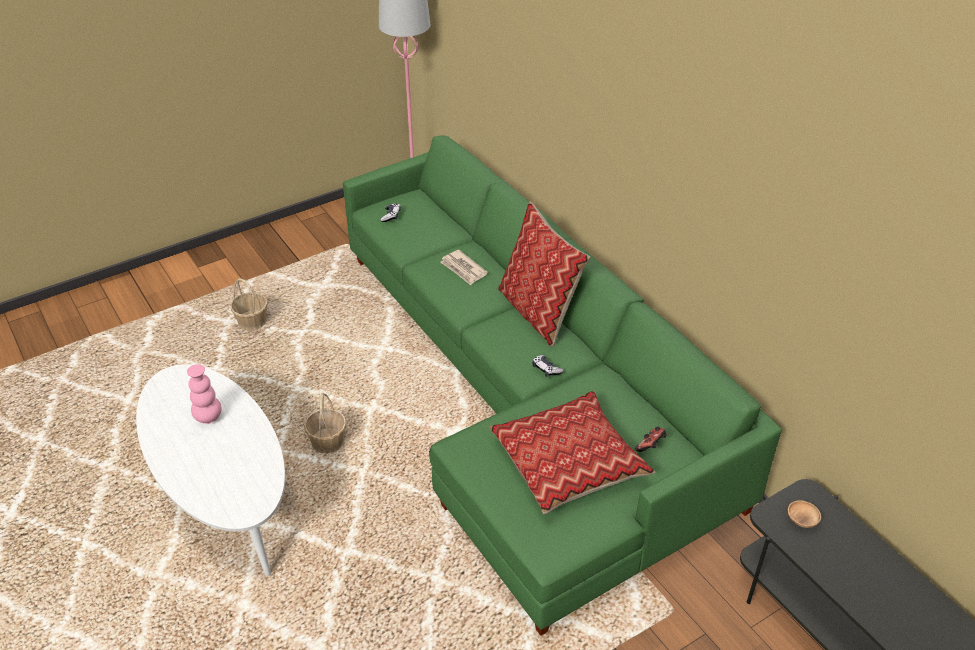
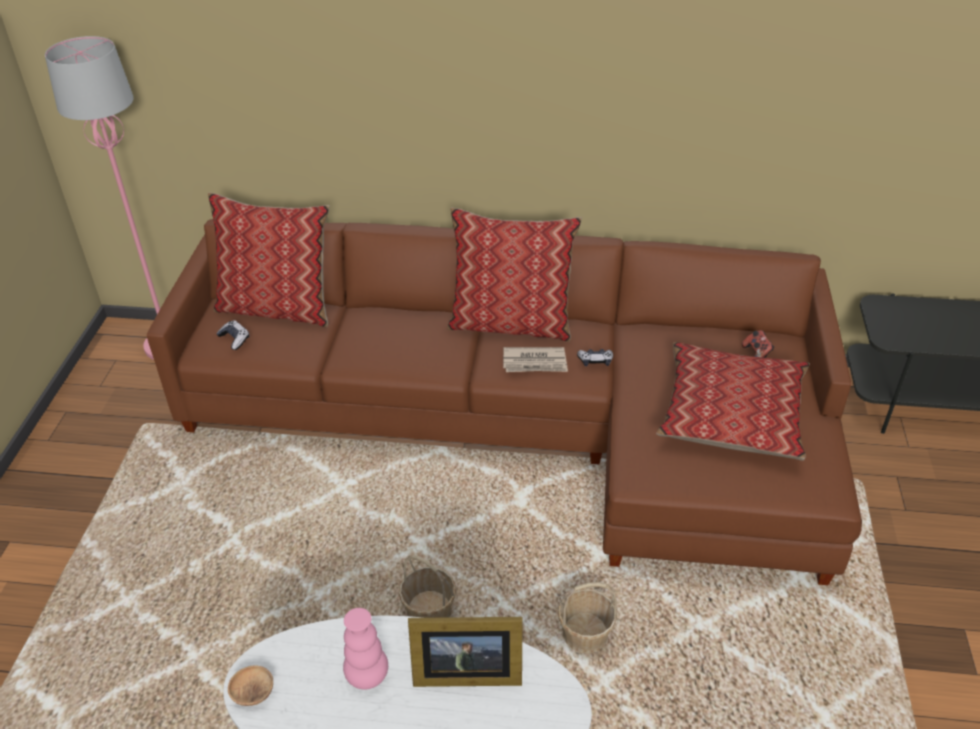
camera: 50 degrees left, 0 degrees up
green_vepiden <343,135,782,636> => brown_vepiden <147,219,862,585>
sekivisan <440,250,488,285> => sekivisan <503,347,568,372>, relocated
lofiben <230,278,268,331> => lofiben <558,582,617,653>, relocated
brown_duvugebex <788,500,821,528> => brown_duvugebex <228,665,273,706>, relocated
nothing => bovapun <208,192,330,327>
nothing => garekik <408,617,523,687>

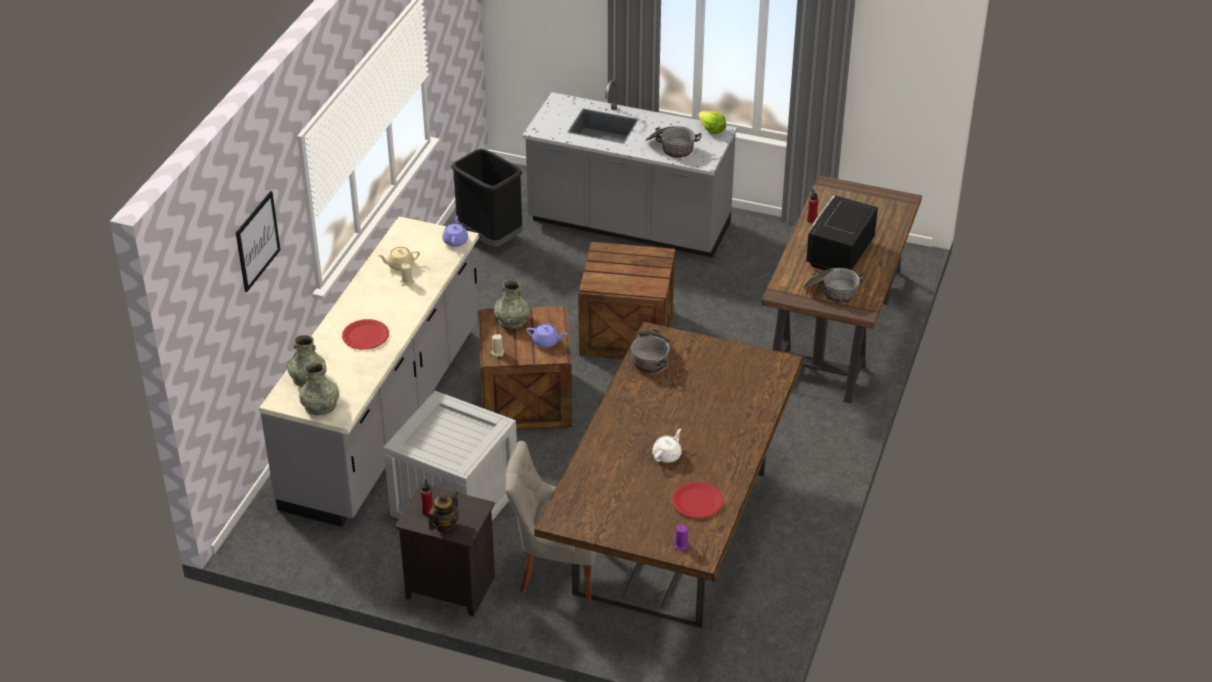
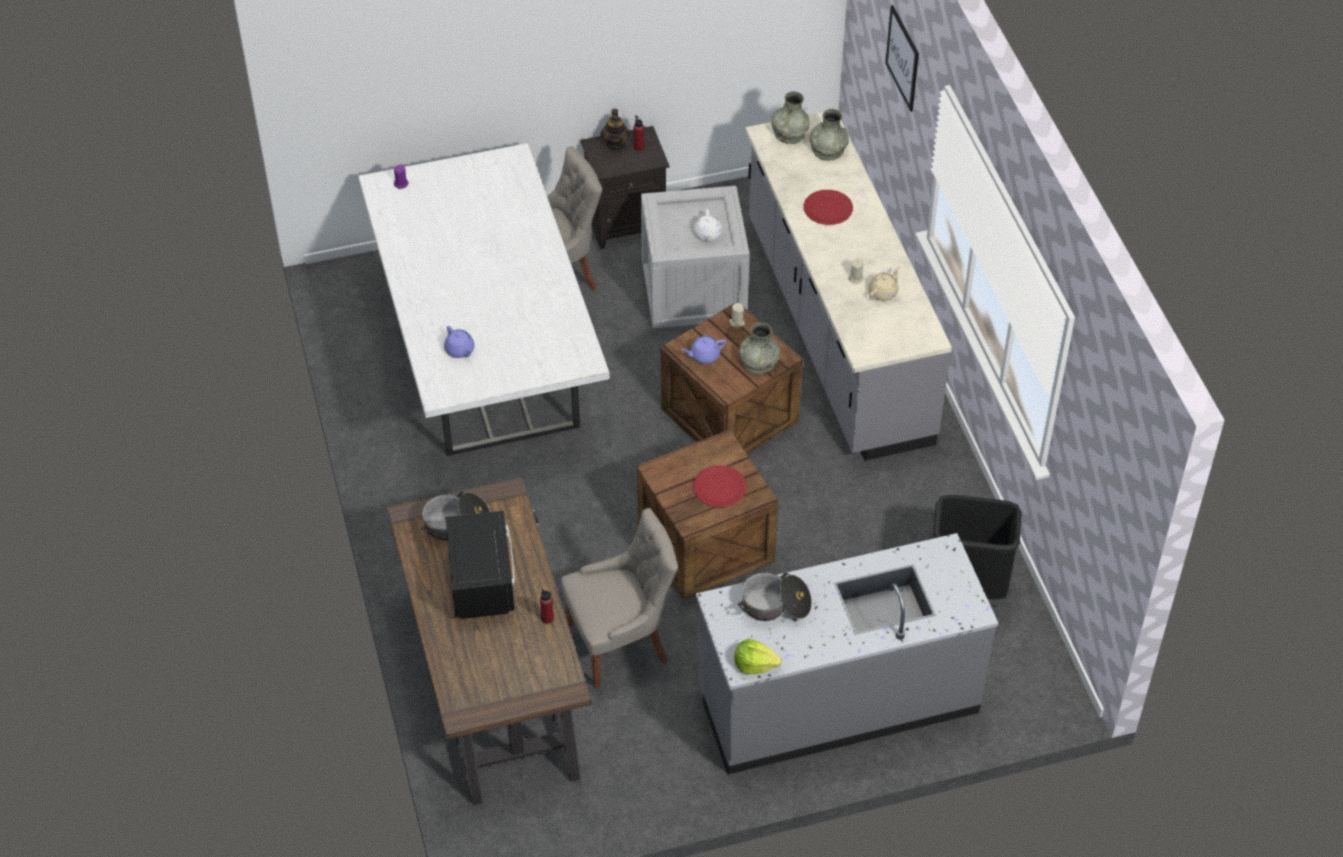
camera: 145 degrees right, 10 degrees up
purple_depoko <442,216,468,247> => purple_depoko <444,326,474,358>, relocated
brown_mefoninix <534,322,804,628> => white_mefoninix <358,143,610,456>
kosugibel <631,330,671,373> => nothing
white_depoko <652,429,682,463> => white_depoko <694,209,722,242>, relocated
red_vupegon <672,482,723,518> => red_vupegon <693,465,746,507>, relocated
nothing => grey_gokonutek <561,508,678,689>

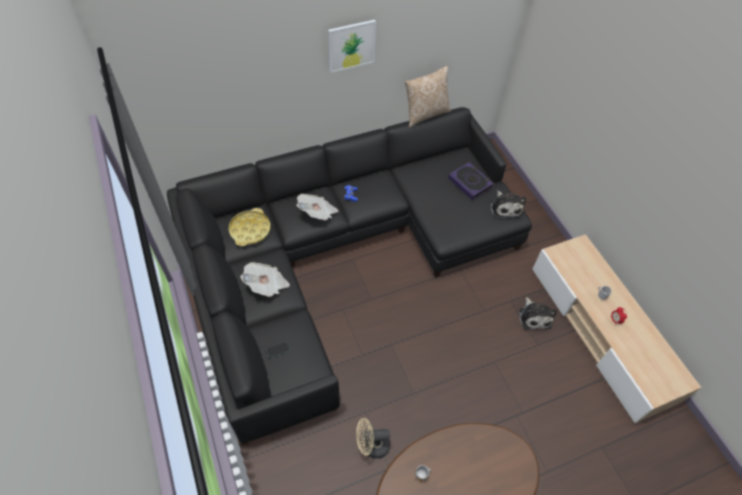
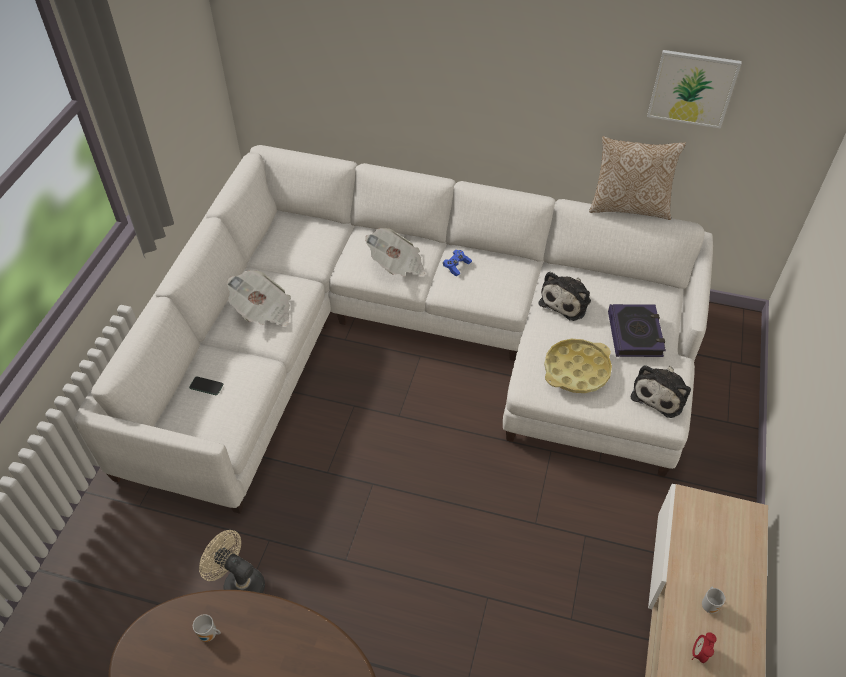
camera: 40 degrees right, 5 degrees down
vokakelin <328,20,376,73> => vokakelin <647,50,742,129>, relocated
black_vepiden <167,107,532,445> => white_vepiden <74,145,713,514>
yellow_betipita <229,208,271,247> => yellow_betipita <544,339,612,393>, relocated
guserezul <519,297,557,330> => guserezul <539,271,591,321>, relocated

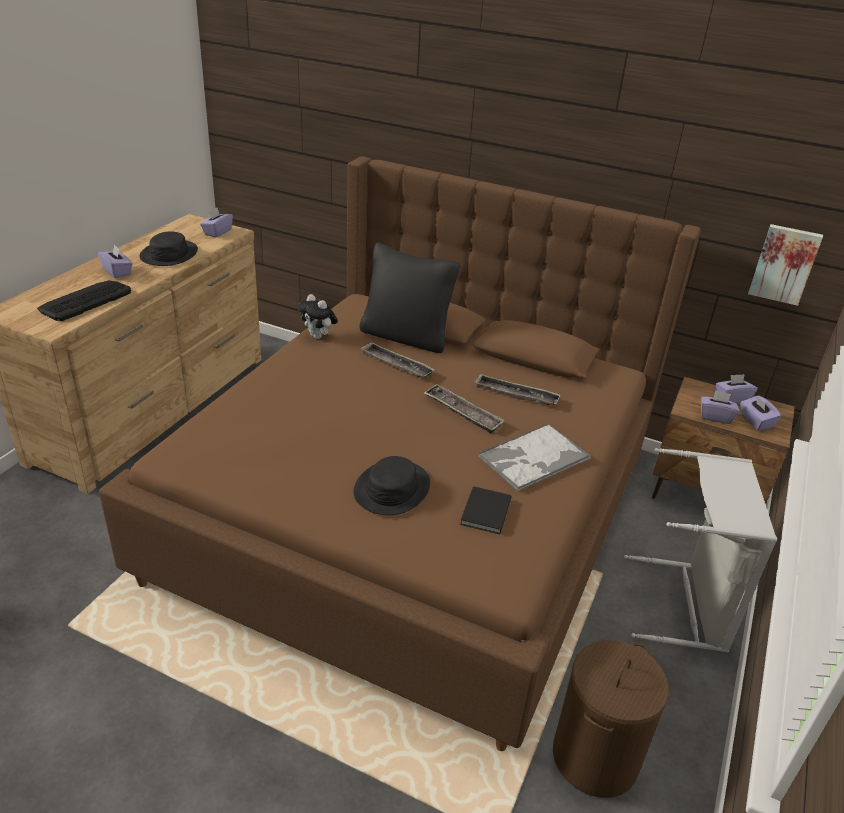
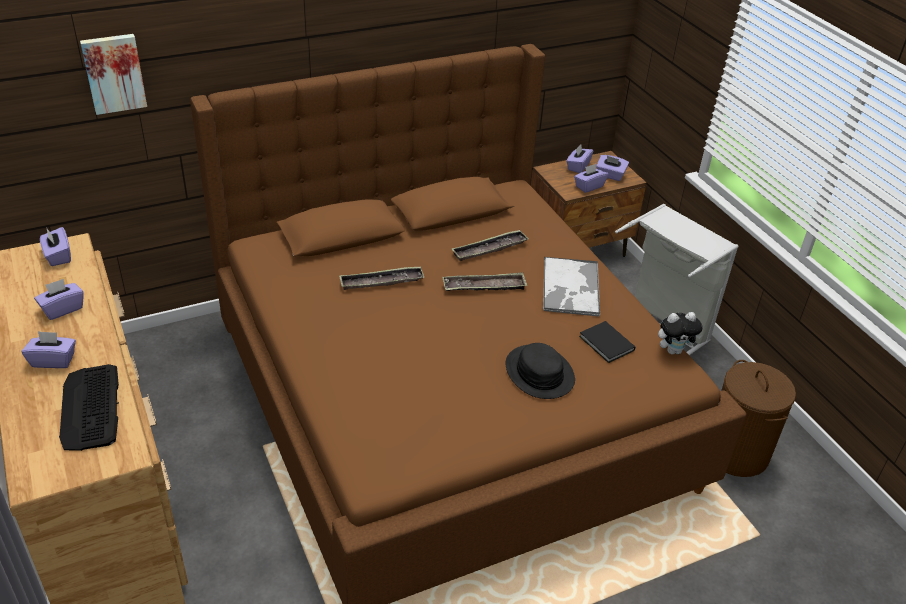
camera: 50 degrees left, 5 degrees up
vokakelin <748,224,823,306> => vokakelin <80,34,147,115>, relocated
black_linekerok <139,232,198,266> => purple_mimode <34,279,84,320>
black_bovapun <359,242,460,353> => nothing
guserezul <298,294,338,339> => guserezul <658,312,703,354>, relocated

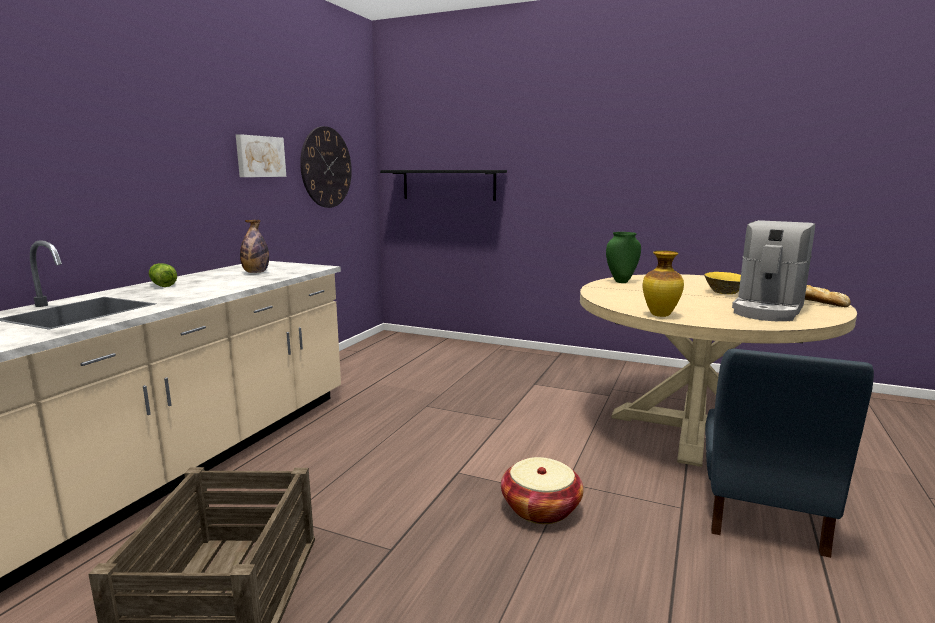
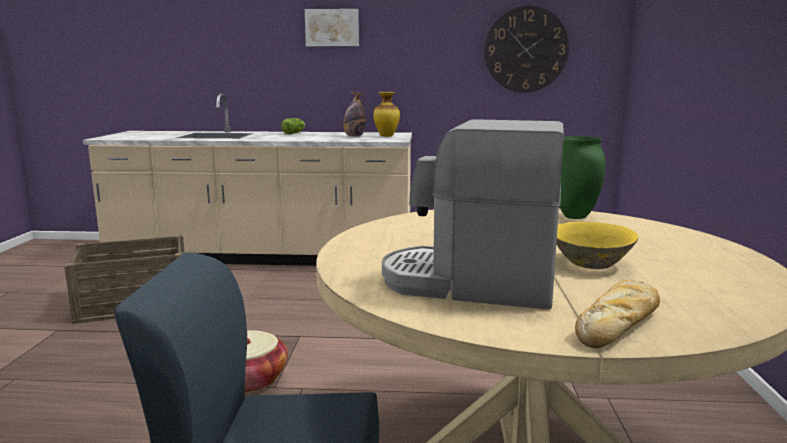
camera: 70 degrees right, 0 degrees up
vokakelin <236,134,286,177> => vokakelin <305,9,359,46>, relocated
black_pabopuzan <380,170,507,201> => nothing
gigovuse <642,251,684,317> => gigovuse <373,92,400,137>, relocated

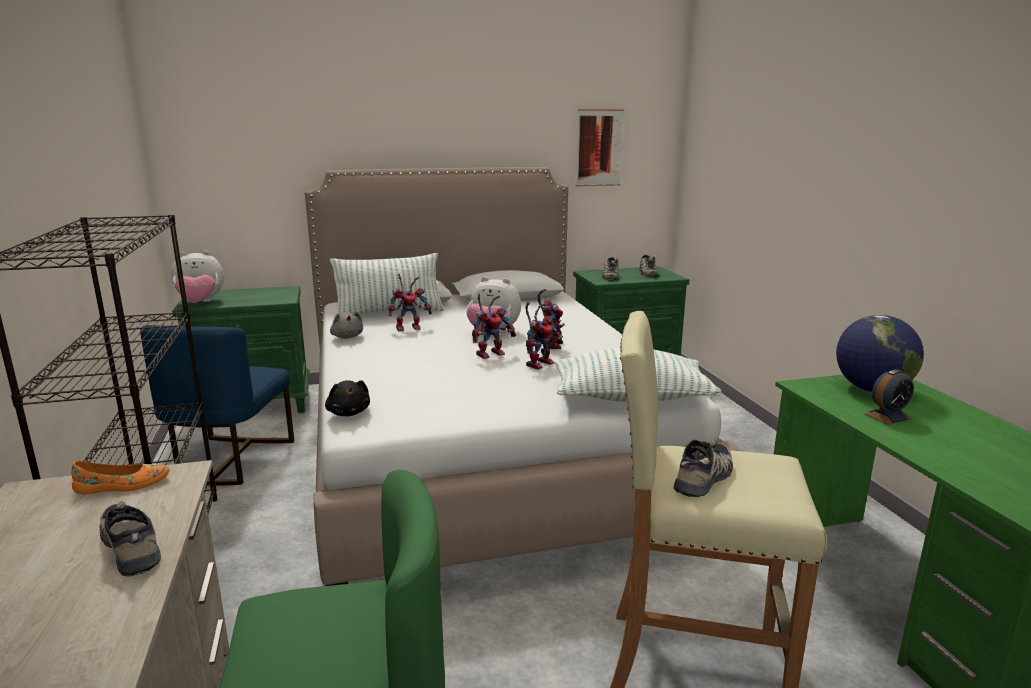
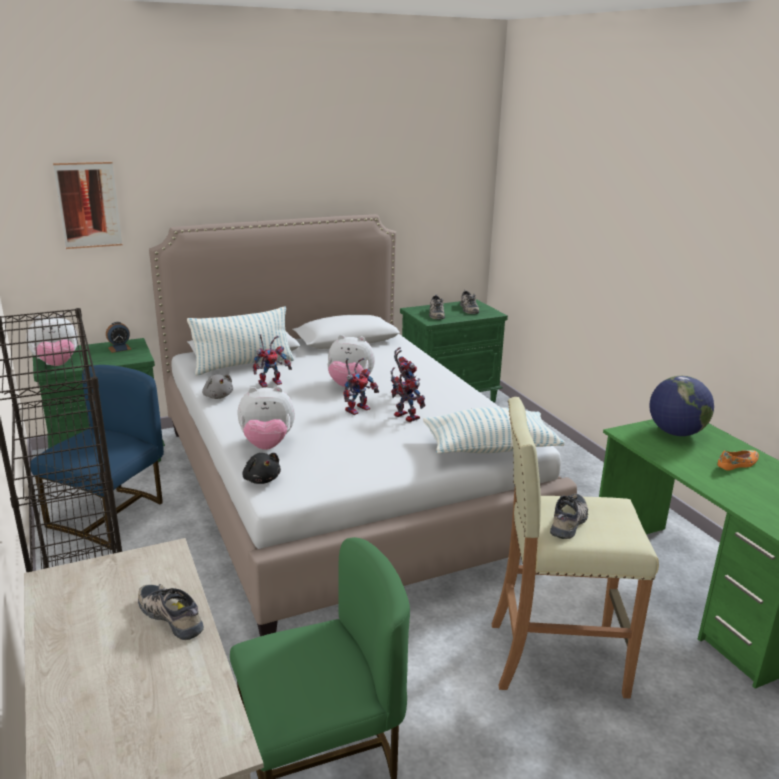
camera: 10 degrees left, 5 degrees up
vokakelin <576,109,624,186> => vokakelin <53,162,122,249>, relocated
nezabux <525,302,563,370> => nezabux <391,367,425,422>, 75 degrees counterclockwise
blue_gokonutek <140,325,294,486> => blue_gokonutek <31,365,164,548>, 150 degrees counterclockwise
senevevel <864,369,914,425> => senevevel <106,322,131,353>, relocated
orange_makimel <71,461,170,494> => orange_makimel <718,450,759,471>, relocated
nothing => guserezul <237,386,295,450>

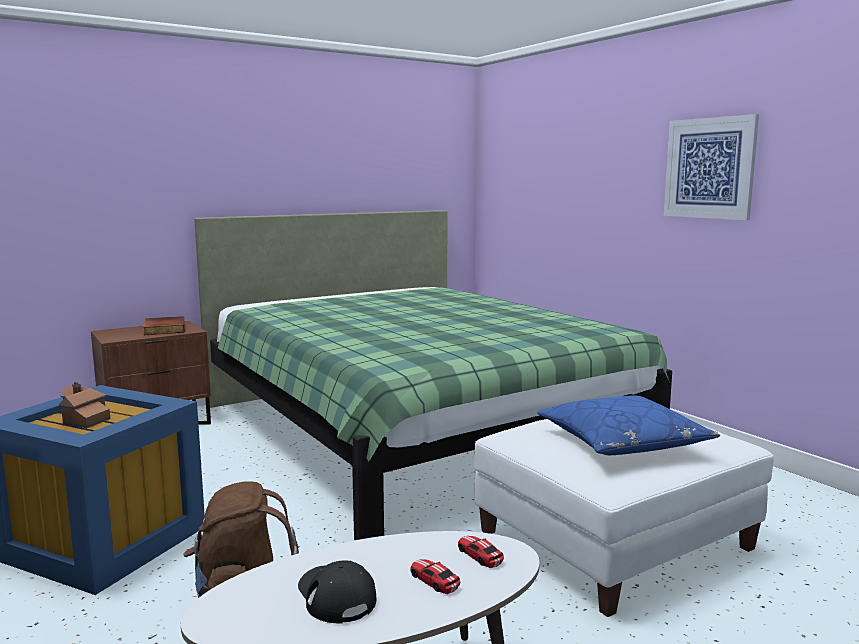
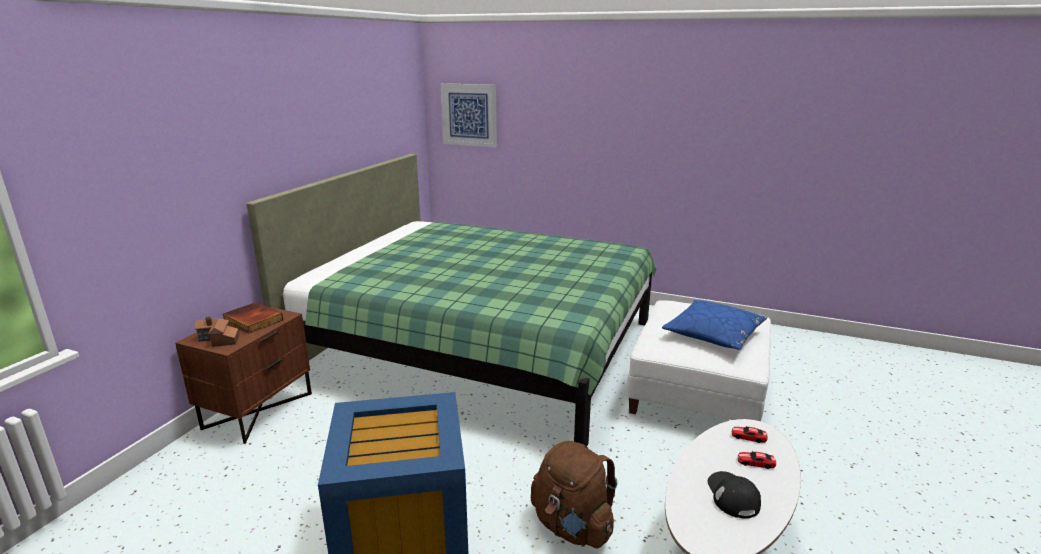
camera: 35 degrees left, 10 degrees up
vokakelin <663,114,759,220> => vokakelin <441,83,497,148>, relocated
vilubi <59,382,110,428> => vilubi <195,316,240,347>, relocated
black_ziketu <298,560,376,623> => black_ziketu <708,471,761,519>, 60 degrees clockwise

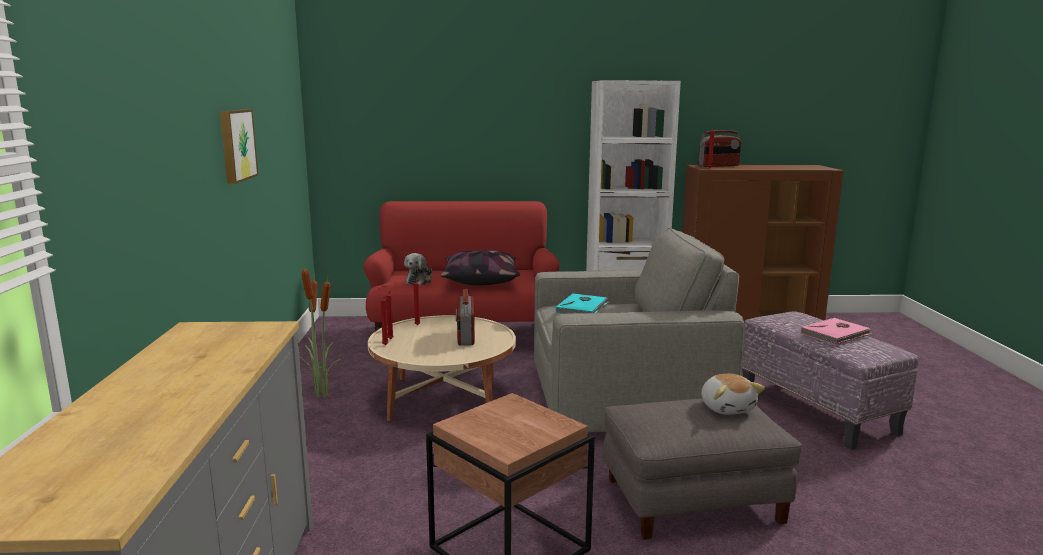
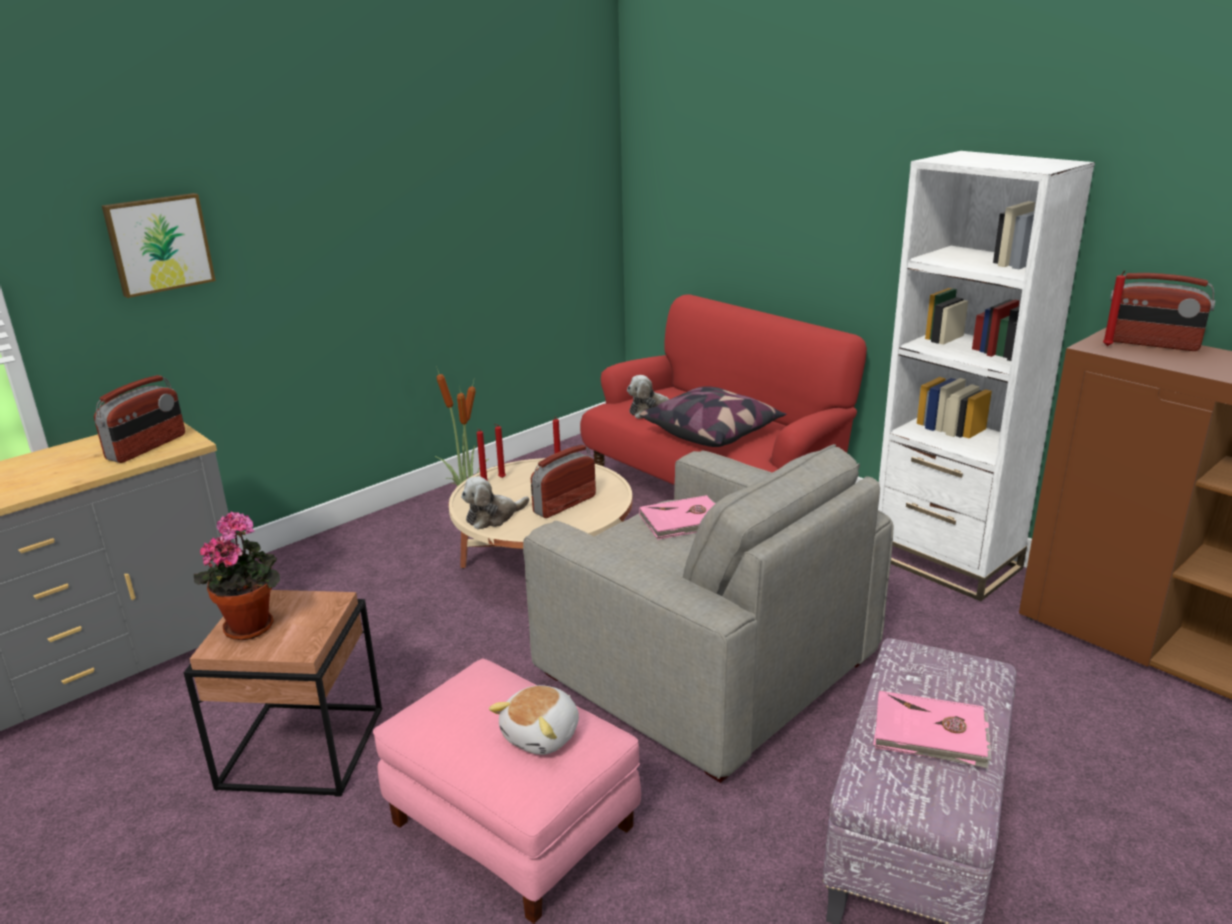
camera: 50 degrees right, 10 degrees up
vokakelin <220,109,258,184> => vokakelin <102,193,216,298>, relocated
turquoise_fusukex <556,293,609,314> => pink_fusukex <639,495,715,540>
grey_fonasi <603,399,803,540> => pink_fonasi <373,658,641,924>
nothing => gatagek <94,375,185,463>
nothing => guserezul <461,476,529,530>
nothing => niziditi <194,512,280,640>

